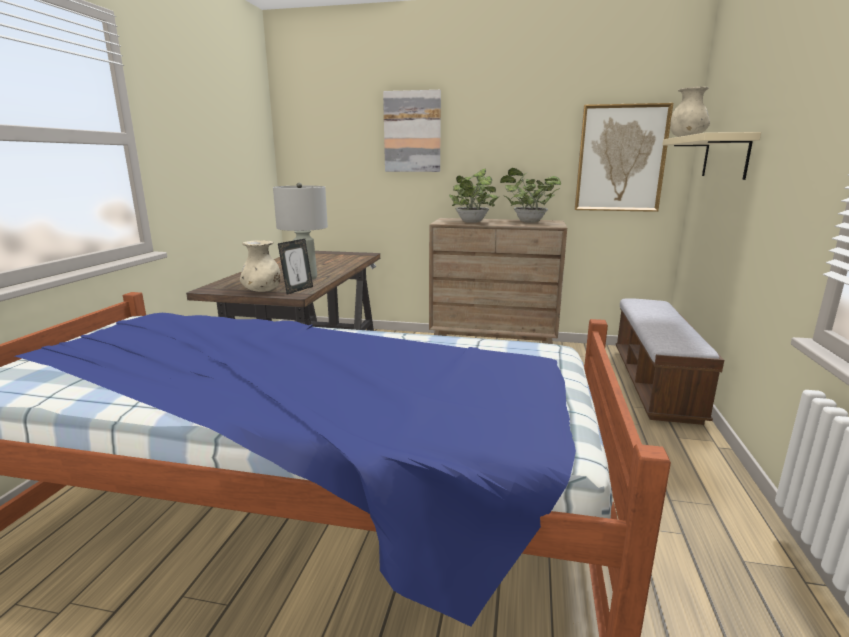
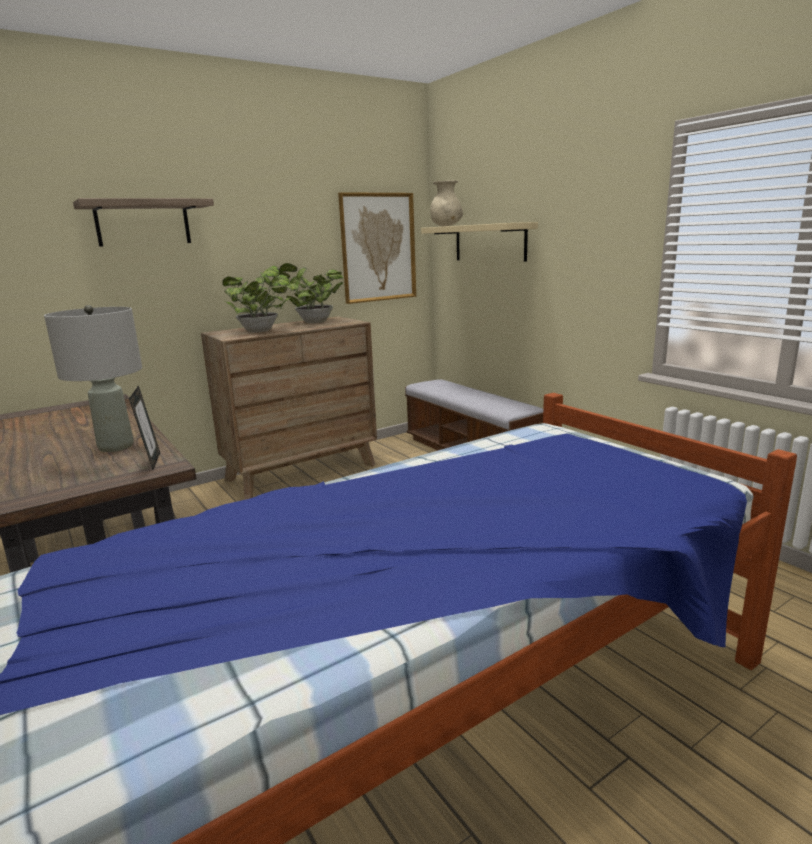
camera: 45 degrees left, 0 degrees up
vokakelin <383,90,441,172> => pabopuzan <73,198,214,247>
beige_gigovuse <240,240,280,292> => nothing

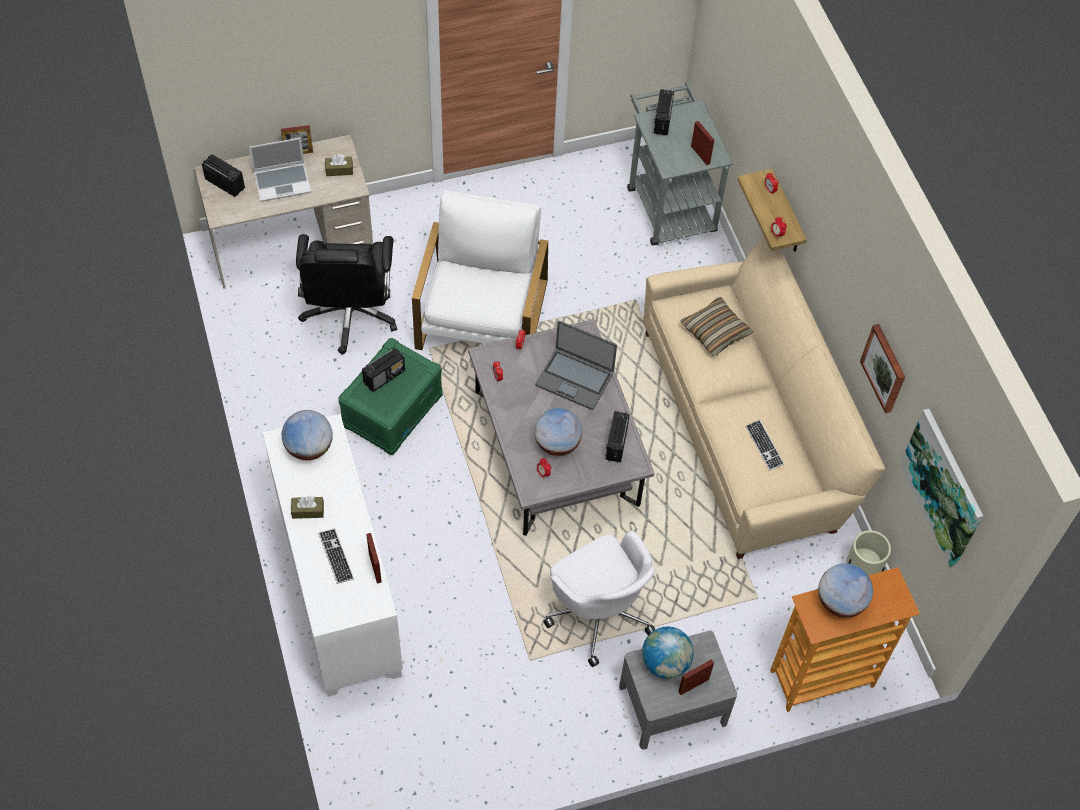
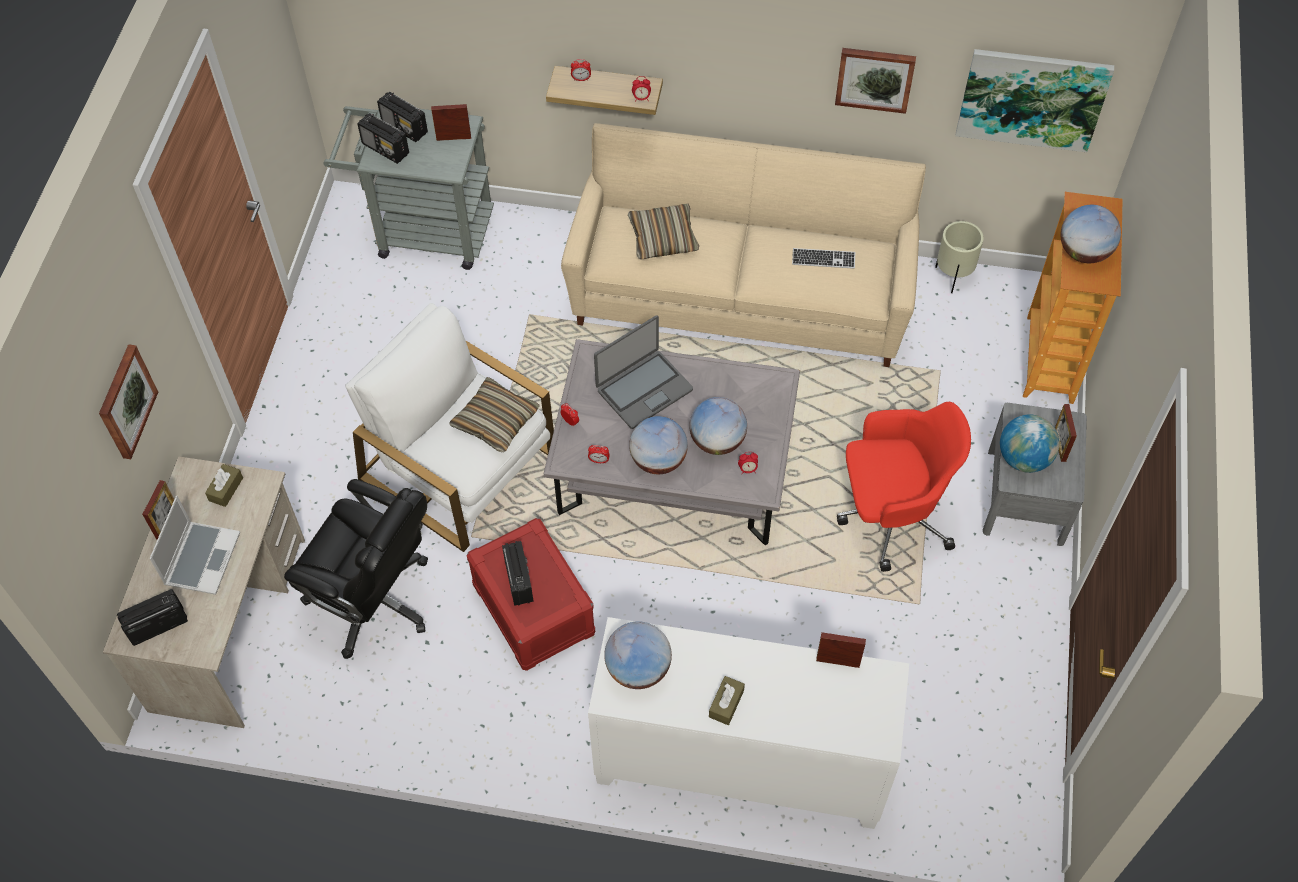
camera: 60 degrees left, 0 degrees up
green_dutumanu <338,338,443,455> => red_dutumanu <467,518,595,671>
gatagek <605,411,630,462> => gatagek <377,92,428,142>, relocated
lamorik <318,528,354,584> => nothing
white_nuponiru <544,530,655,667> => red_nuponiru <837,402,971,572>
nothing => vokakelin <99,344,158,459>
nothing => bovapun <449,377,540,452>
nothing => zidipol <629,416,688,474>

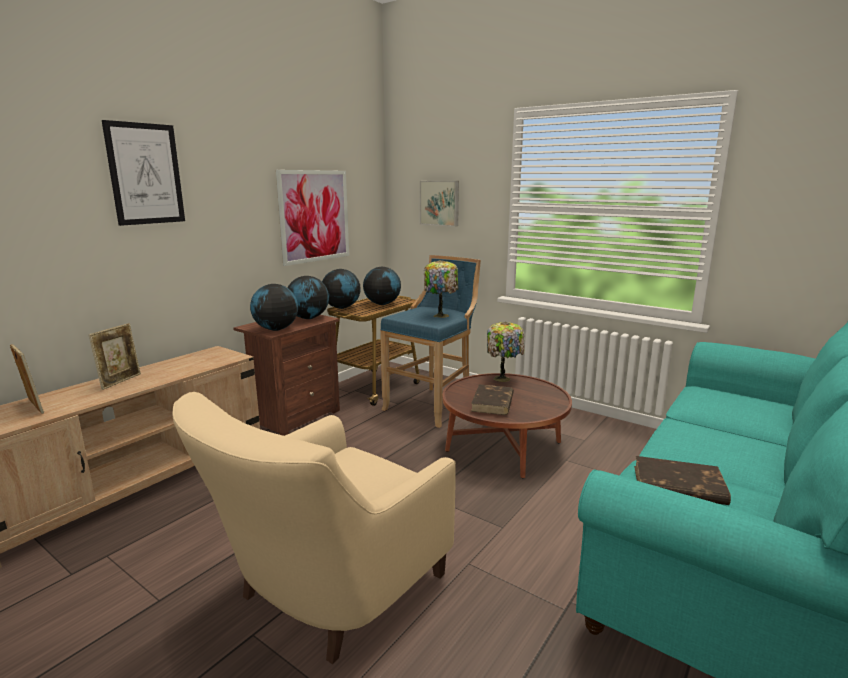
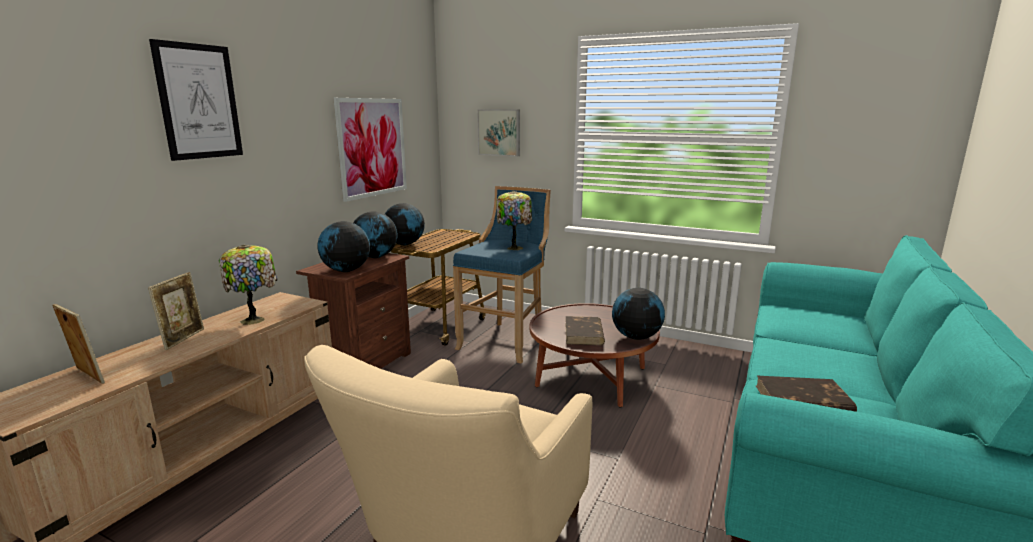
camera: 10 degrees left, 0 degrees up
zidipol <363,267,401,305> => zidipol <612,288,665,340>, relocated
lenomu <487,322,524,382> => lenomu <219,245,277,325>, relocated

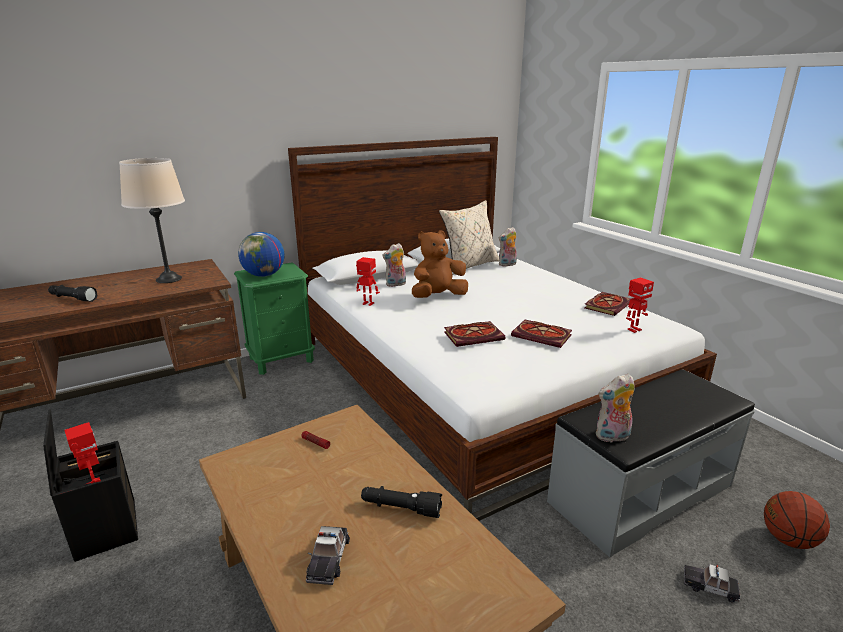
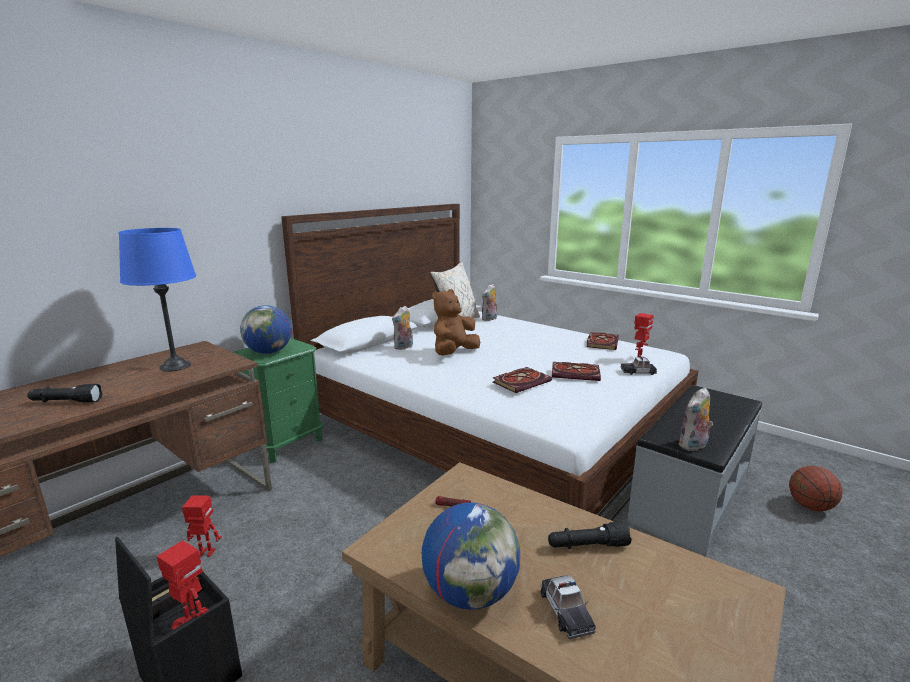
camera: 20 degrees left, 5 degrees down
beige_lenomu <119,158,185,283> => blue_lenomu <119,228,196,372>
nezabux <356,257,380,306> => nezabux <182,496,222,557>, relocated
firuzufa <684,564,740,602> => firuzufa <621,356,657,375>, relocated
nothing => zidipol <422,502,520,610>

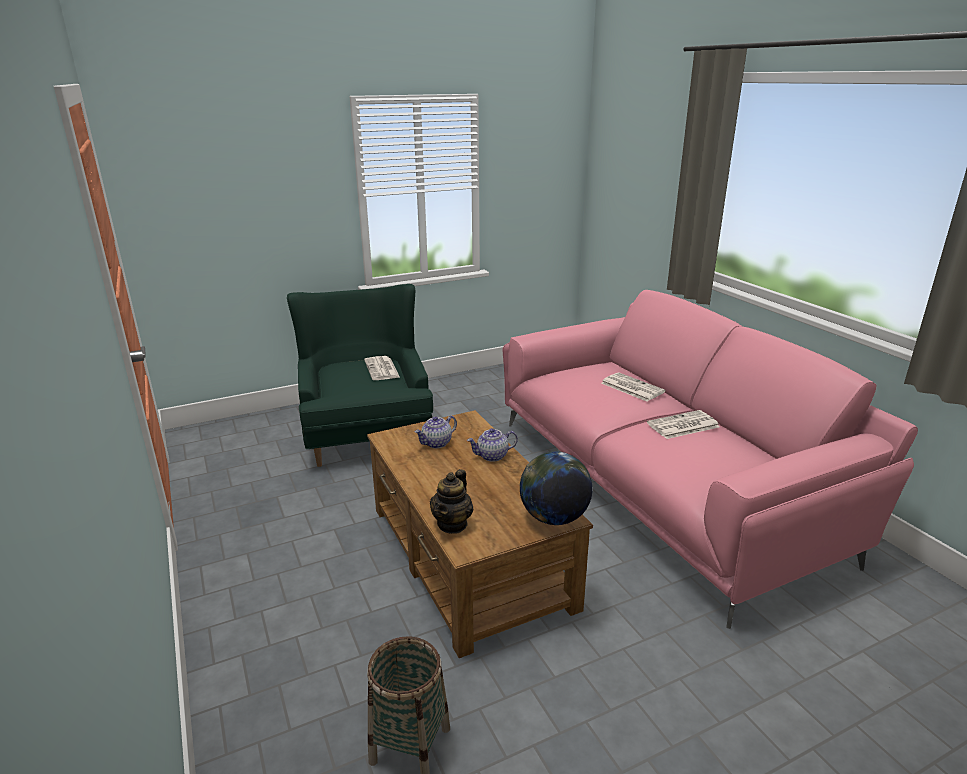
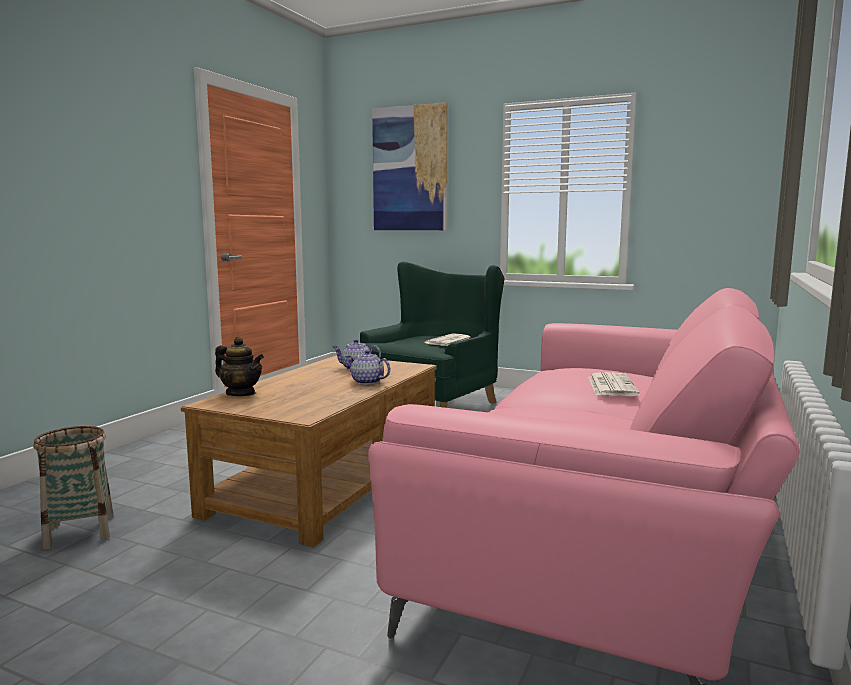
camera: 50 degrees right, 15 degrees down
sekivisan <647,410,720,439> => nothing
zidipol <520,452,593,525> => nothing
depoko <430,469,474,534> => depoko <215,337,264,396>, 135 degrees counterclockwise
nothing => vokakelin <372,102,448,230>

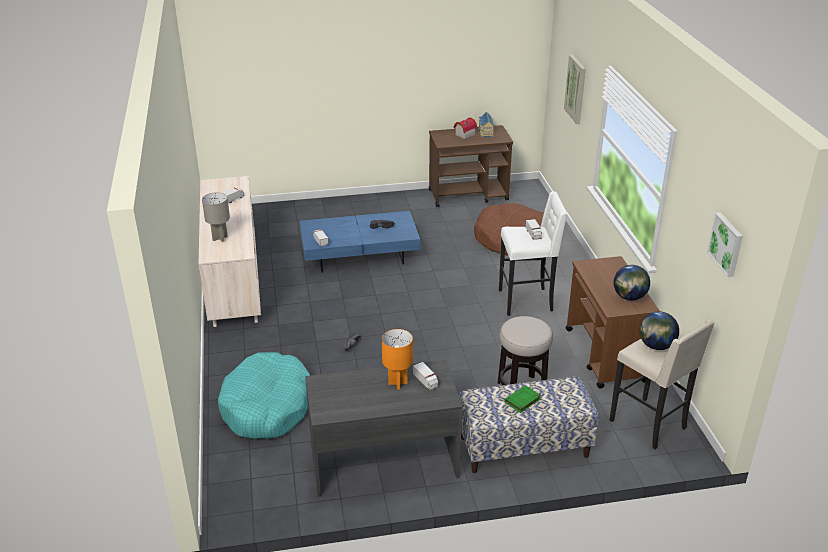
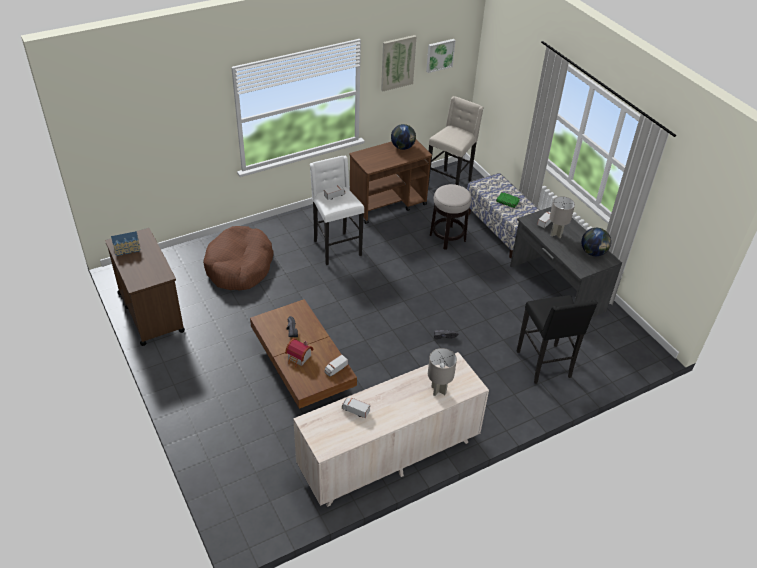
camera: 110 degrees left, 10 degrees up
vokakelin <564,55,586,124> => vokakelin <381,35,417,91>, relocated
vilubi <453,118,477,139> => vilubi <285,338,313,368>, relocated
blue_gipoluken <300,211,420,272> => brown_gipoluken <250,299,357,409>
zidipol <639,312,679,350> => zidipol <581,228,611,256>, relocated
orange_lenomu <382,329,413,390> => grey_lenomu <550,196,575,238>
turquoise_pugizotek <218,352,310,439> => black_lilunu <517,295,598,384>

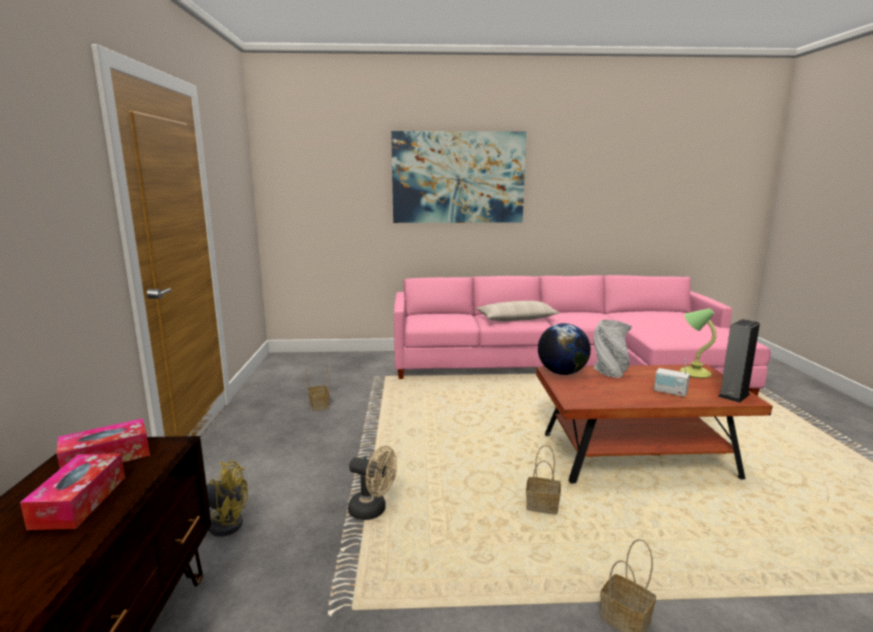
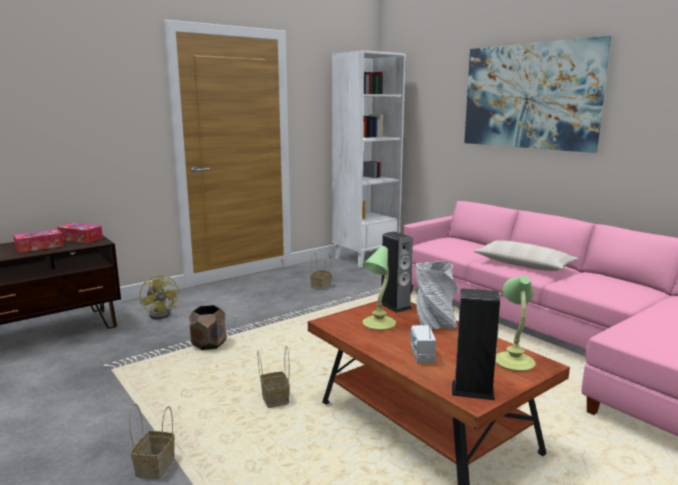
camera: 55 degrees right, 0 degrees up
zidipol <538,323,591,375> => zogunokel <381,232,413,313>
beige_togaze <348,446,397,520> => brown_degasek <189,305,227,350>
nothing => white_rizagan <331,50,406,268>
nothing => lenomu <363,246,396,331>

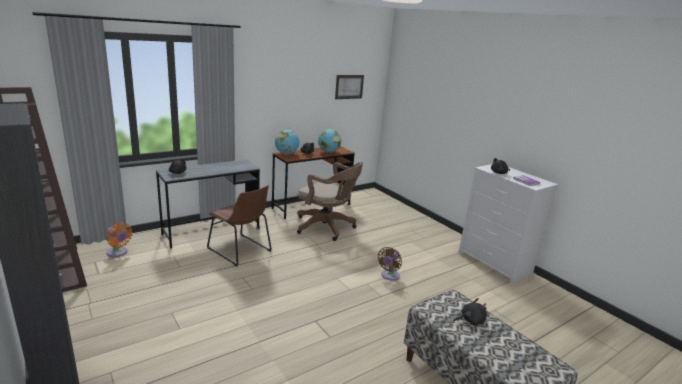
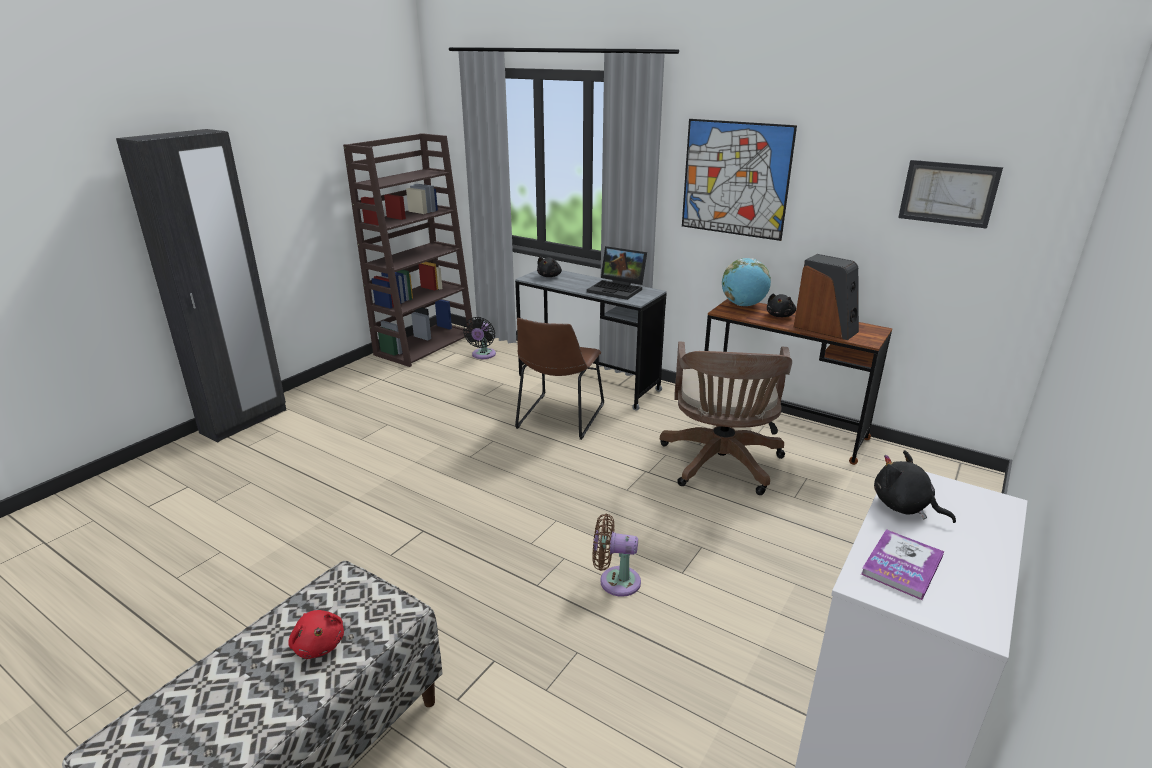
camera: 70 degrees right, 5 degrees up
zidipol <318,129,341,153> => zogunokel <794,254,859,340>
orange_togaze <107,223,132,257> => black_togaze <463,317,496,359>
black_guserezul <454,298,487,326> => red_guserezul <288,610,344,659>
nothing => vokakelin <682,119,797,241>
nothing => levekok <587,246,647,300>

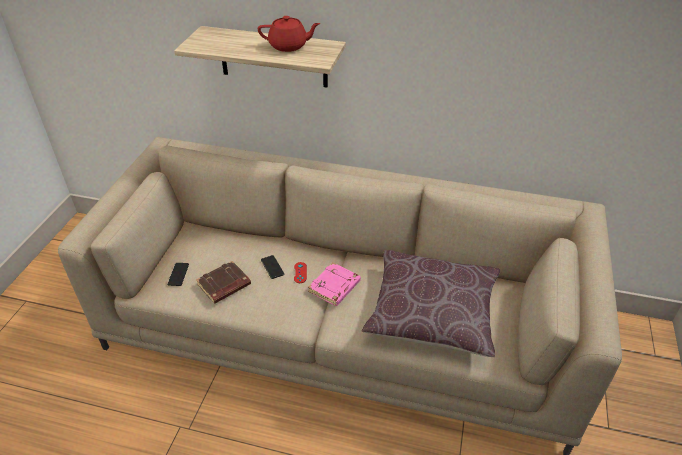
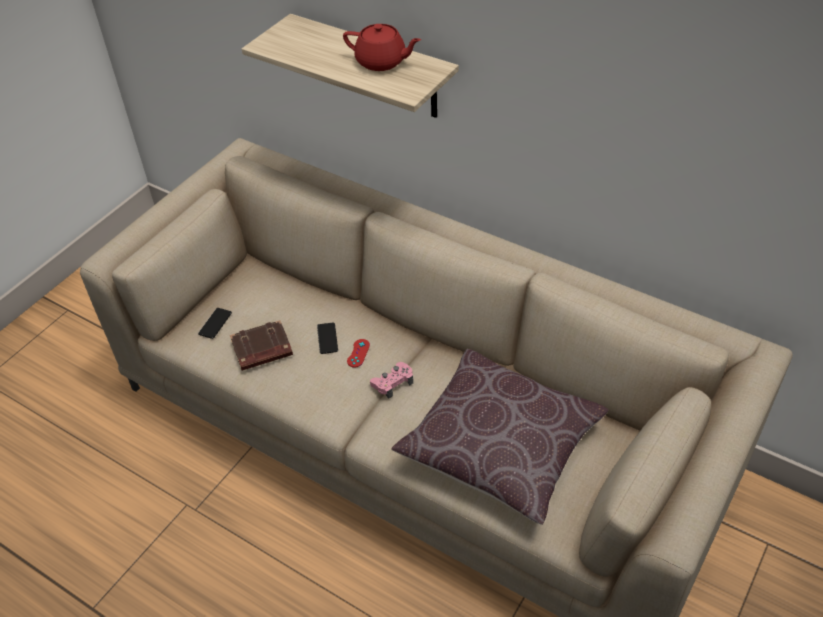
camera: 20 degrees right, 5 degrees up
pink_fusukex <308,262,361,306> => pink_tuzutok <370,362,413,399>

